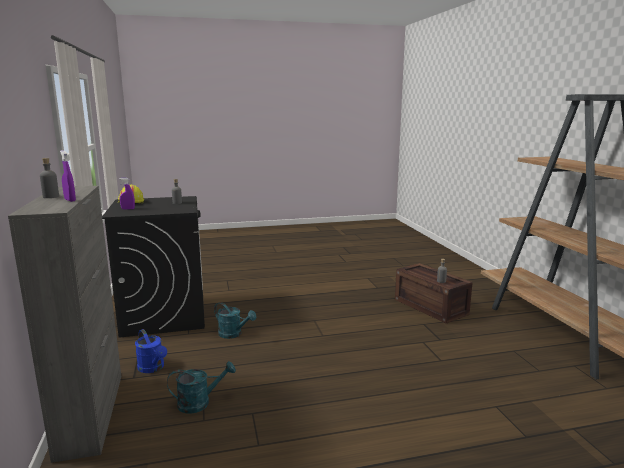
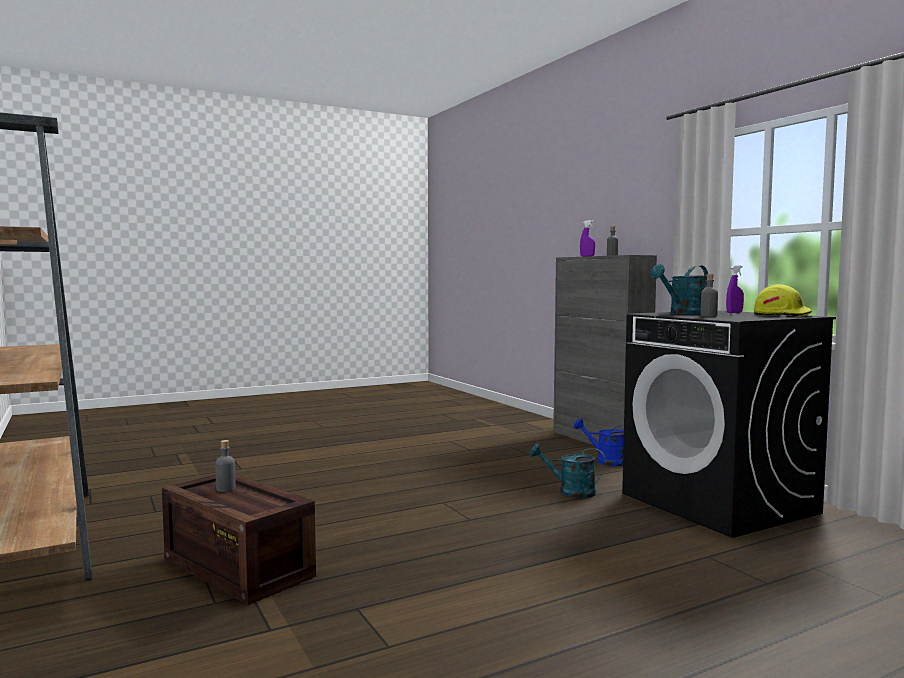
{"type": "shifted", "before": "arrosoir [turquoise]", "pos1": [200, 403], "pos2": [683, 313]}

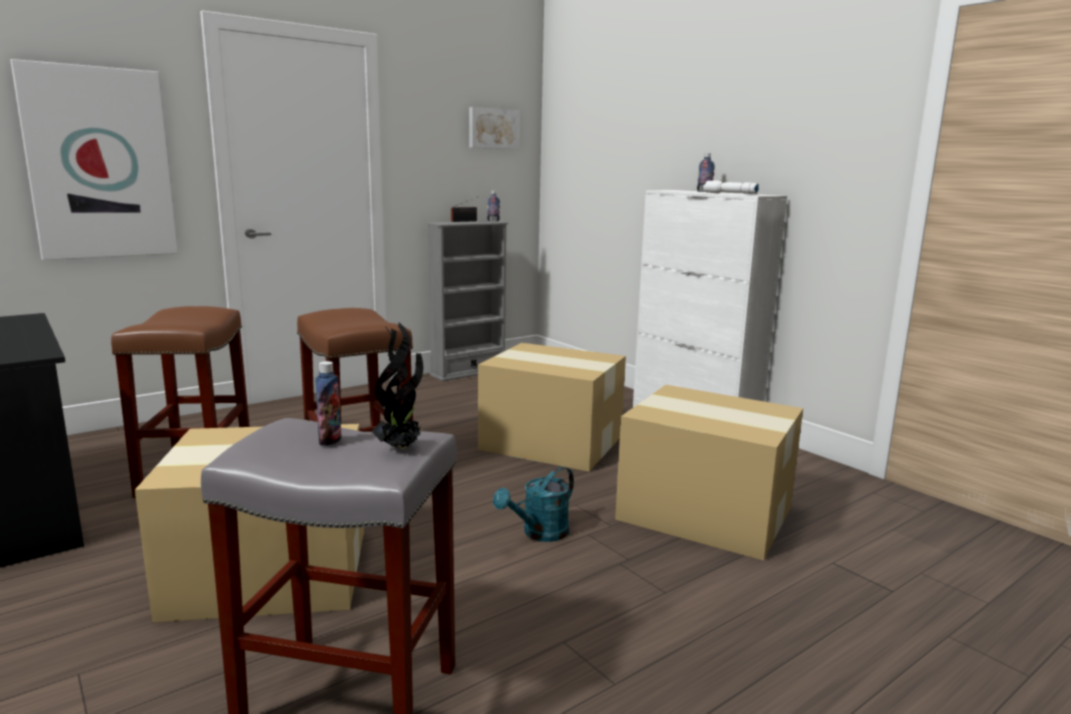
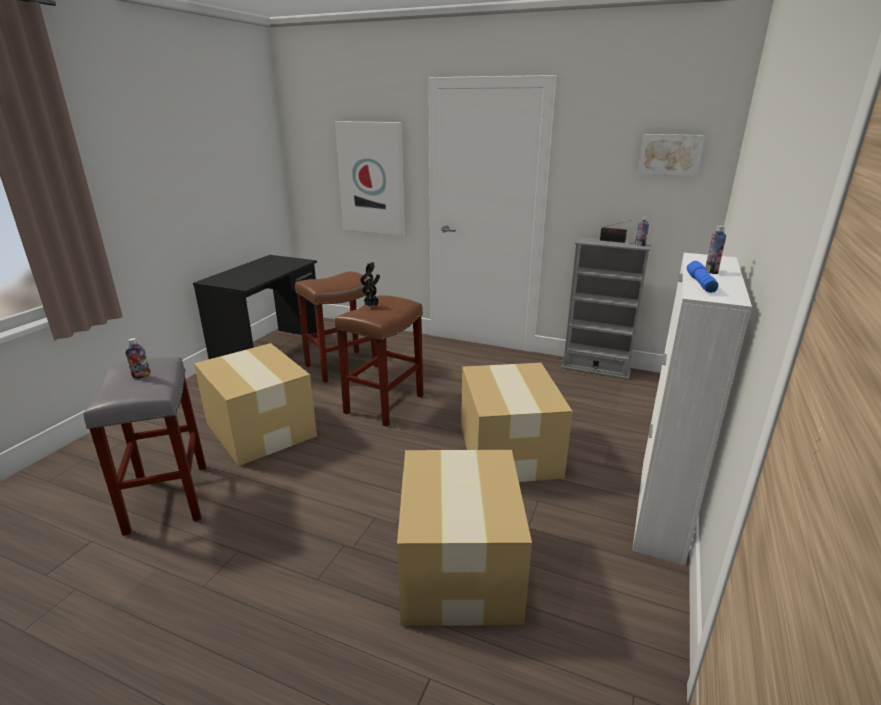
{"type": "shifted", "before": "plante en pot", "pos1": [401, 448], "pos2": [372, 306]}
{"type": "gone", "before": "arrosoir [turquoise]", "pos1": [539, 534]}
{"type": "repainted", "before": "lampe de poche [blanc]", "after": "lampe de poche [bleu]", "pos1": [729, 193], "pos2": [699, 283]}

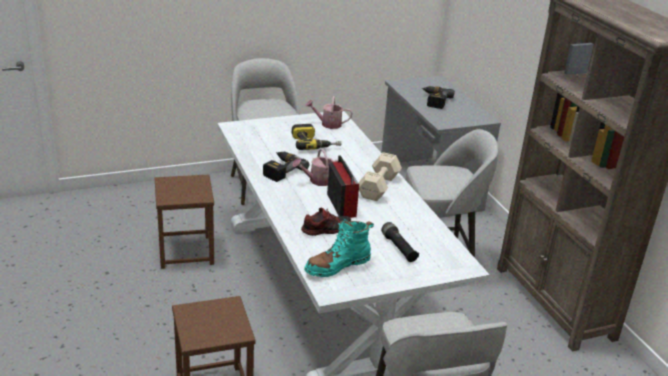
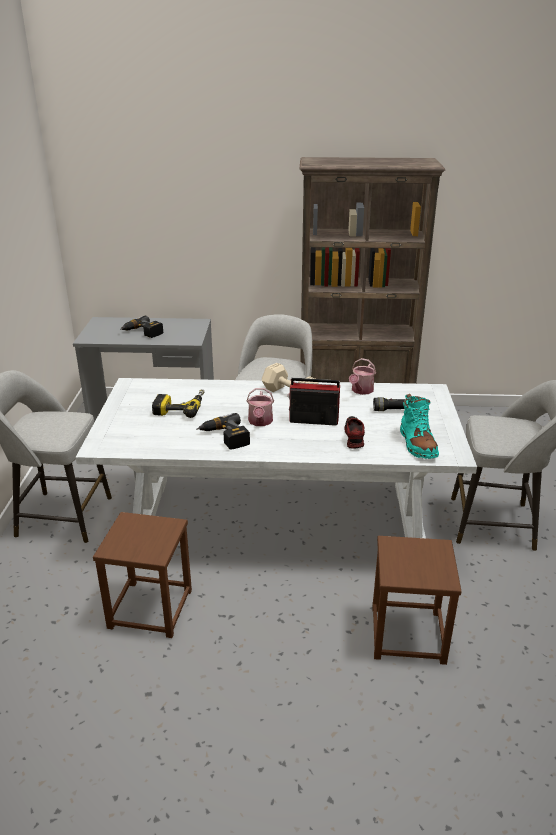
{"type": "shifted", "before": "arrosoir", "pos1": [328, 124], "pos2": [361, 391]}

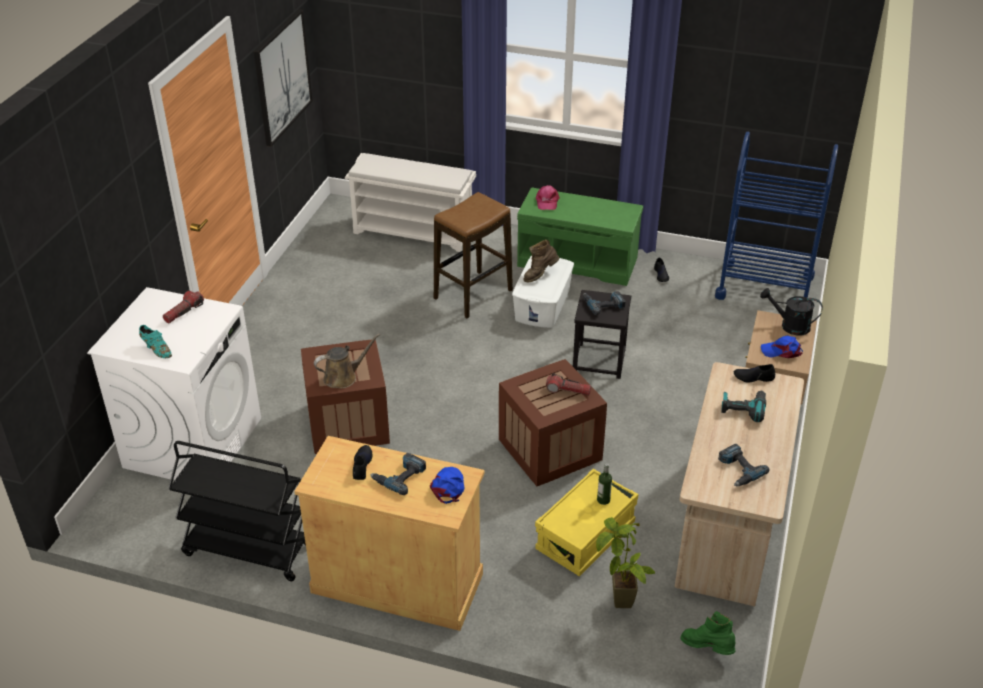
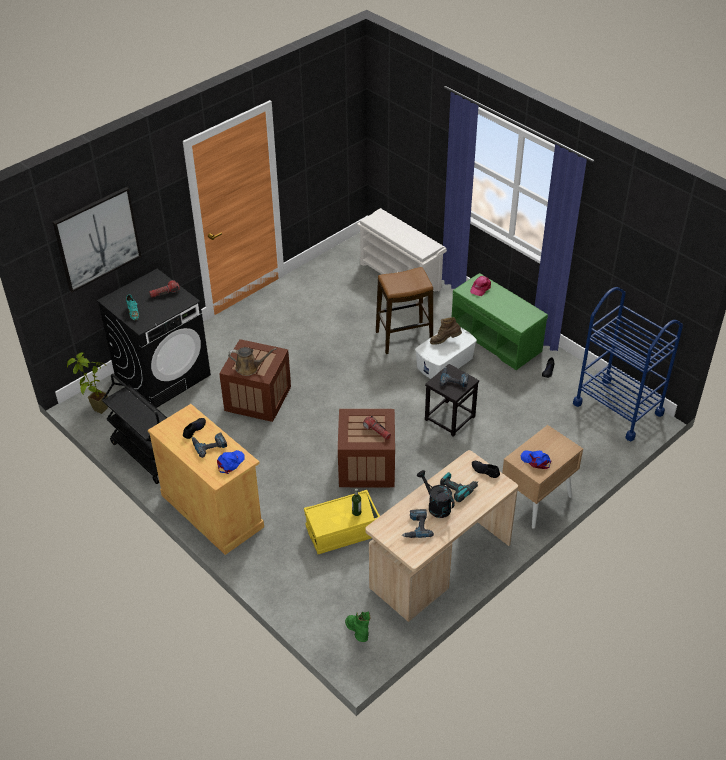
{"type": "repainted", "before": "lave-linge [blanc]", "after": "lave-linge [noir]", "pos1": [193, 442], "pos2": [163, 375]}
{"type": "shifted", "before": "tableau", "pos1": [282, 77], "pos2": [97, 239]}
{"type": "shifted", "before": "plante en pot", "pos1": [620, 608], "pos2": [96, 412]}
{"type": "shifted", "before": "arrosoir [noir]", "pos1": [789, 326], "pos2": [436, 506]}

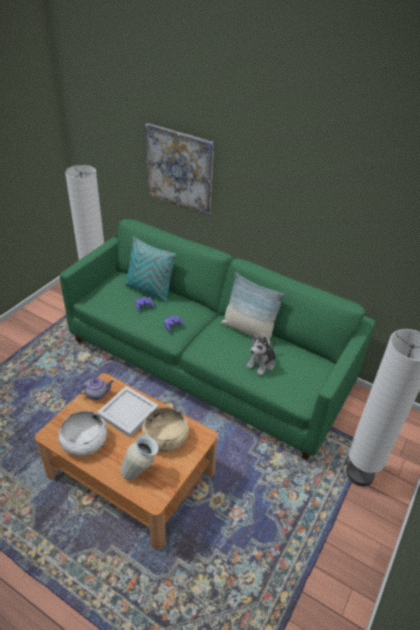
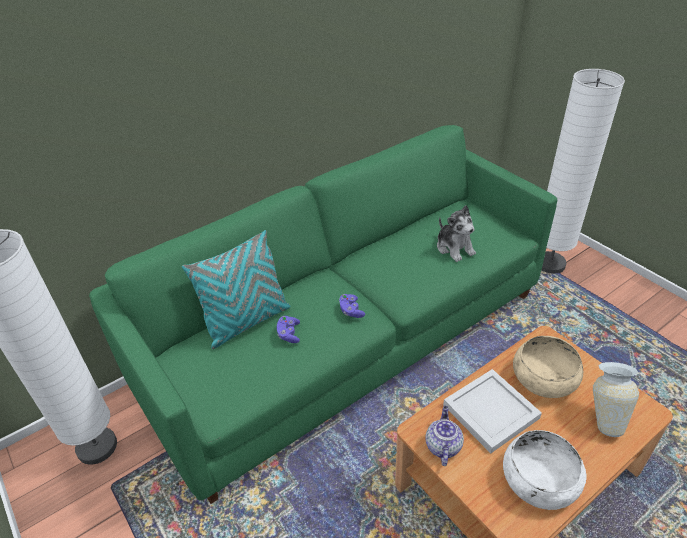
{"type": "gone", "before": "tableau", "pos1": [179, 169]}
{"type": "gone", "before": "coussin", "pos1": [248, 330]}

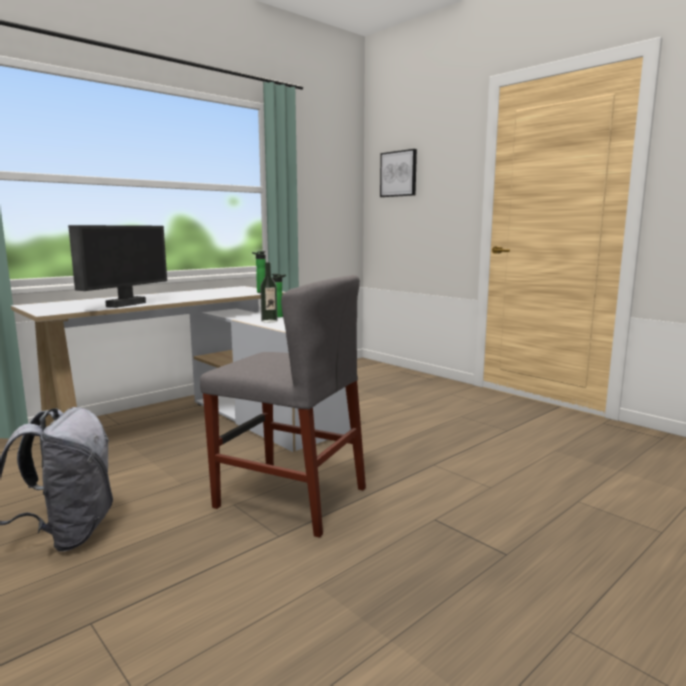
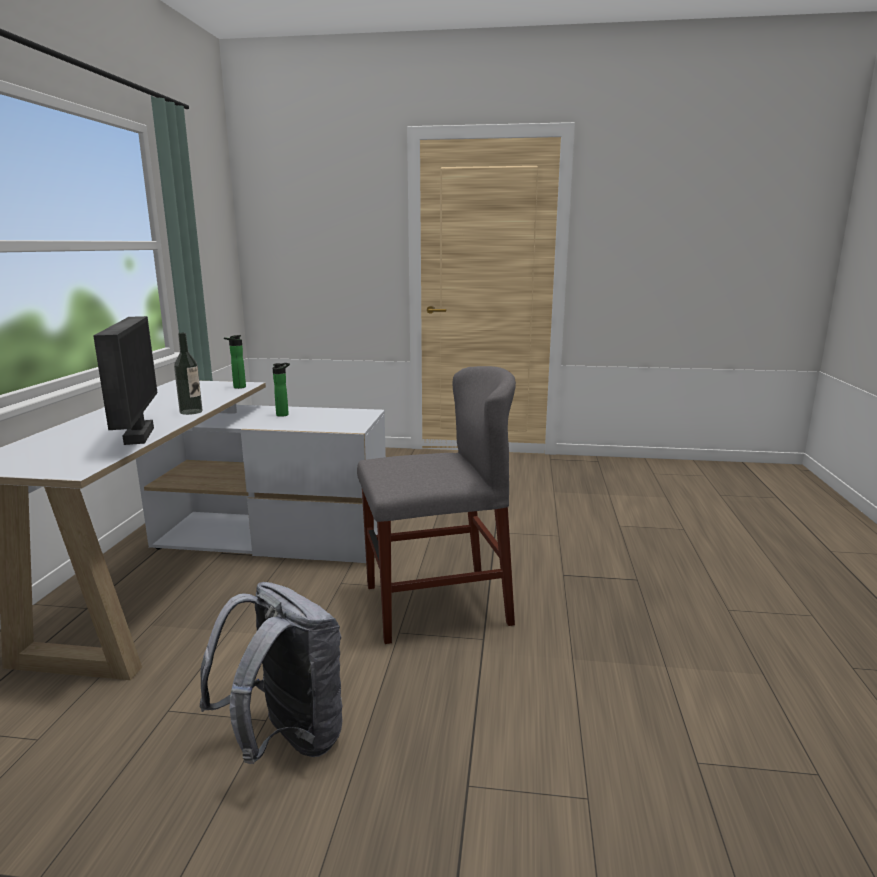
{"type": "shifted", "before": "bouteille", "pos1": [269, 321], "pos2": [191, 411]}
{"type": "gone", "before": "tableau", "pos1": [399, 174]}

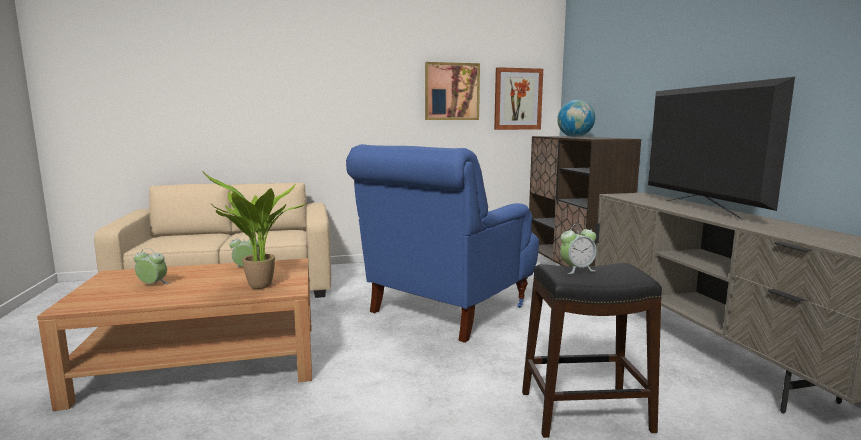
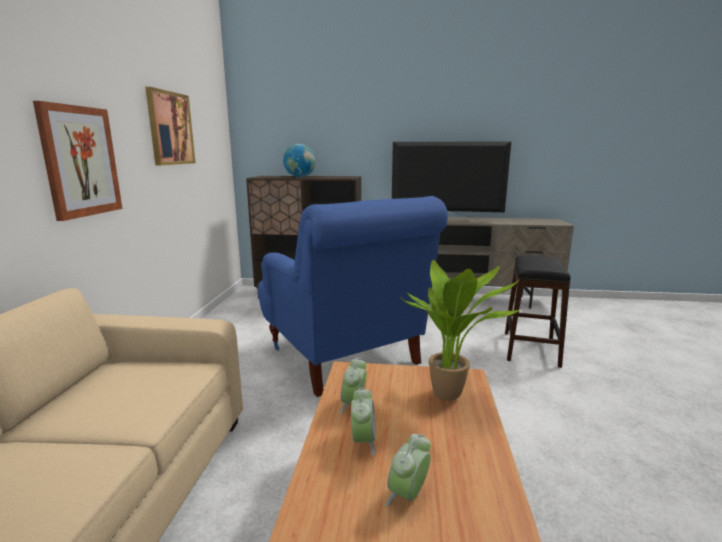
{"type": "shifted", "before": "tableau", "pos1": [518, 99], "pos2": [80, 161]}
{"type": "shifted", "before": "réveil", "pos1": [577, 270], "pos2": [363, 441]}

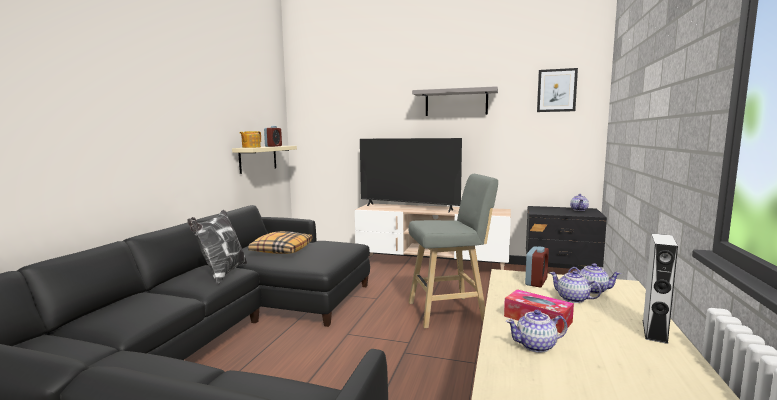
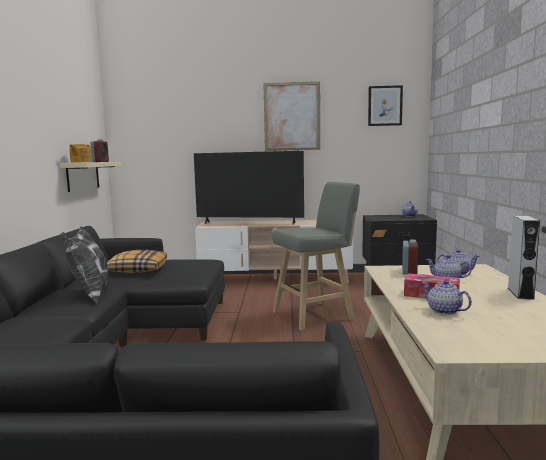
{"type": "swapped", "before": "étagère [gris]", "after": "tableau", "pos1": [456, 103], "pos2": [292, 116]}
{"type": "rotated", "before": "théière", "pos1": [536, 346], "pos2": [444, 311], "turn": 75}

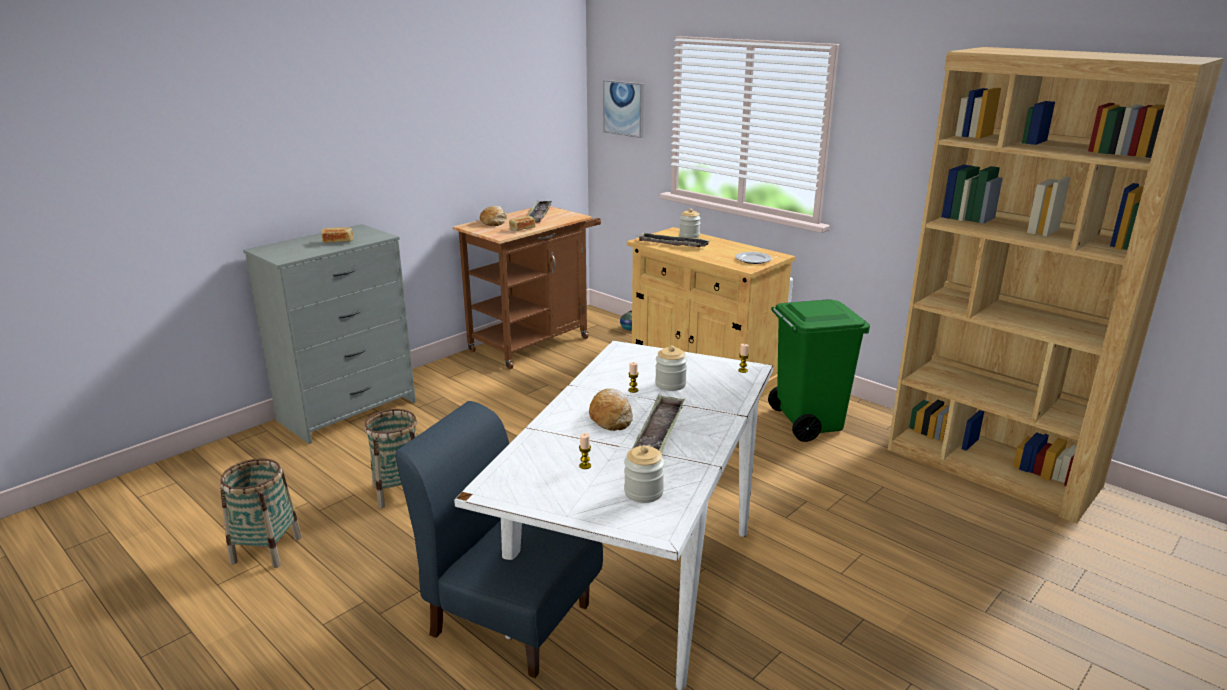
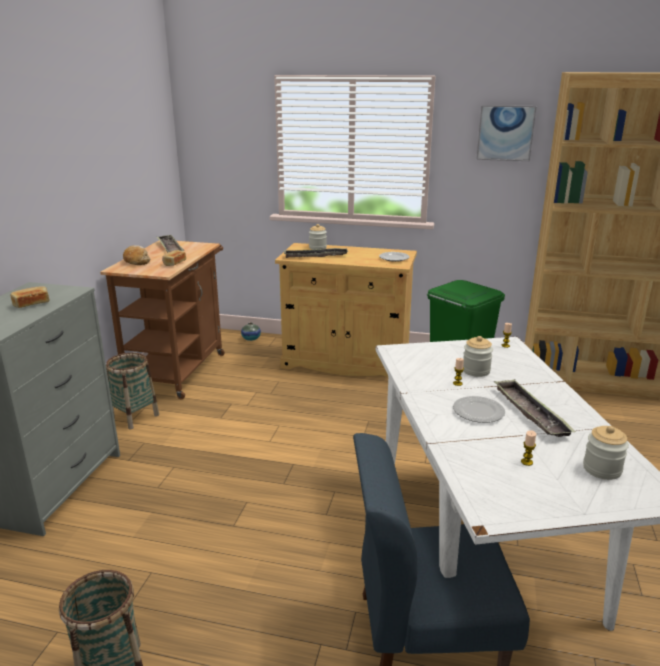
{"type": "shifted", "before": "panier", "pos1": [399, 491], "pos2": [134, 416]}
{"type": "swapped", "before": "pain", "after": "assiette", "pos1": [610, 417], "pos2": [478, 412]}
{"type": "shifted", "before": "tableau", "pos1": [624, 108], "pos2": [505, 133]}

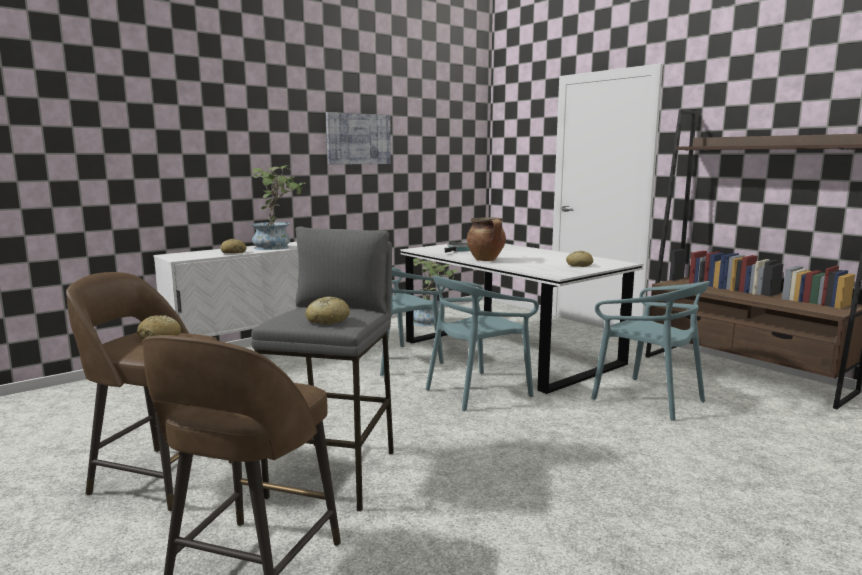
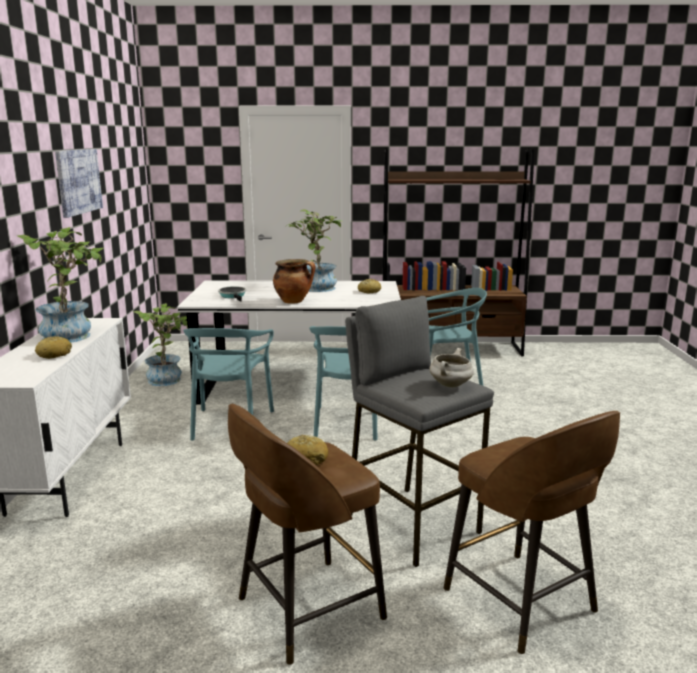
{"type": "swapped", "before": "pain", "after": "marmite [blanc]", "pos1": [327, 320], "pos2": [450, 385]}
{"type": "new", "after": "plante en pot", "pos2": [316, 287]}

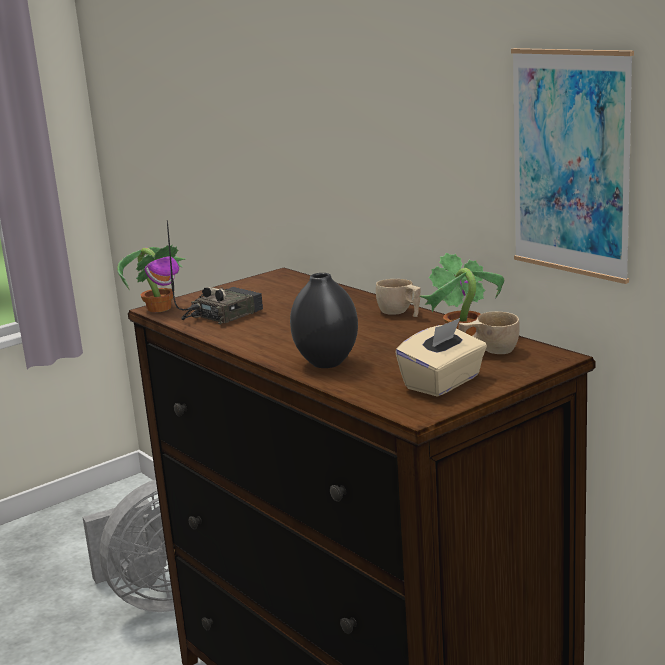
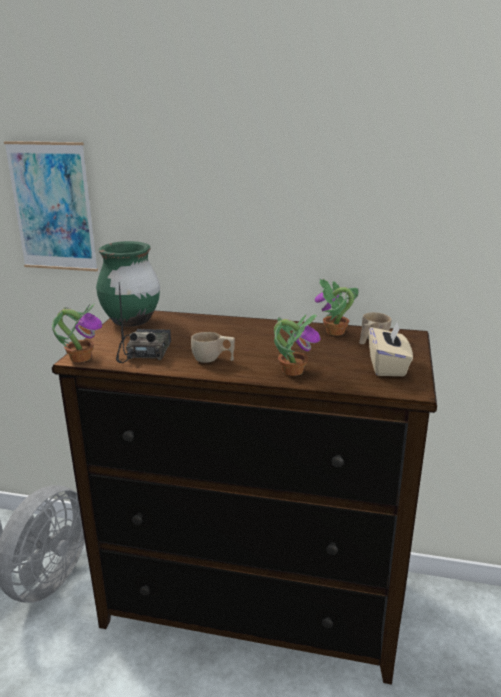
{"type": "swapped", "before": "vase [noir]", "after": "plante en pot", "pos1": [327, 363], "pos2": [292, 370]}
{"type": "shifted", "before": "tasse [beige]", "pos1": [400, 313], "pos2": [213, 360]}
{"type": "shifted", "before": "tableau", "pos1": [570, 163], "pos2": [53, 207]}
{"type": "new", "after": "vase [vert]", "pos2": [131, 321]}

